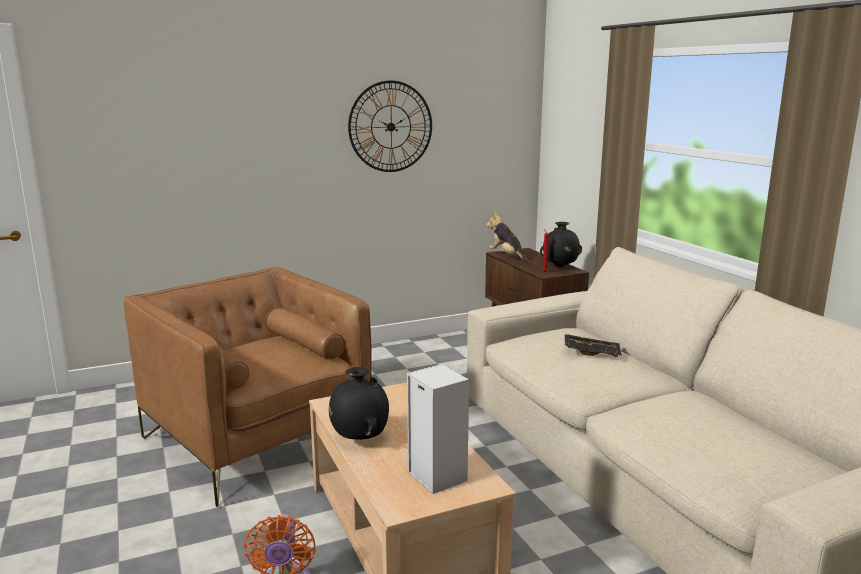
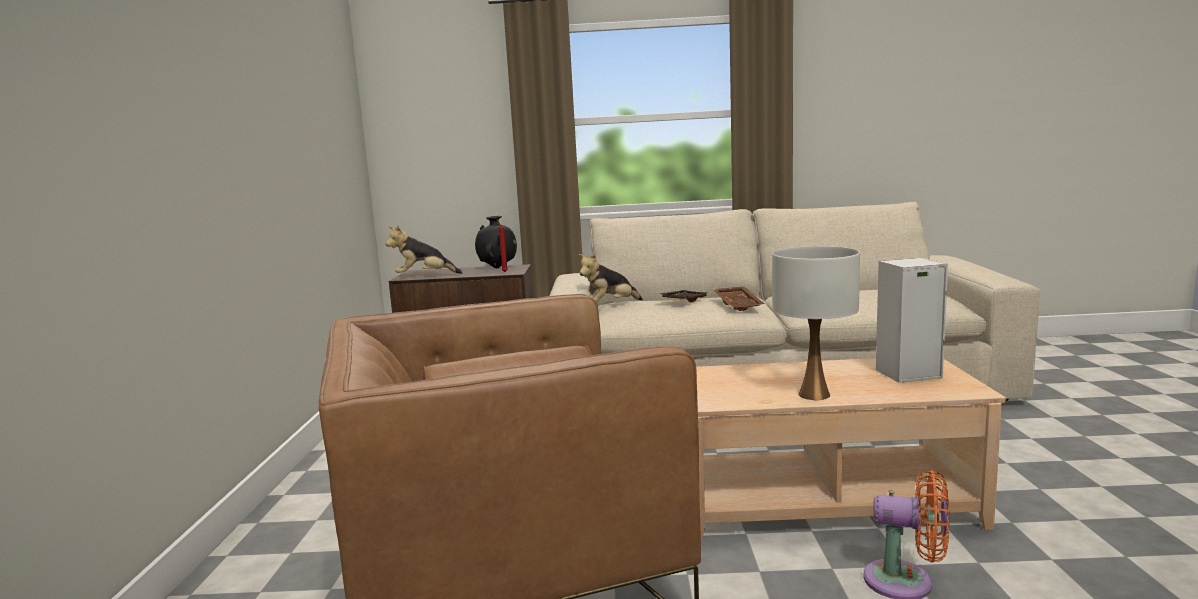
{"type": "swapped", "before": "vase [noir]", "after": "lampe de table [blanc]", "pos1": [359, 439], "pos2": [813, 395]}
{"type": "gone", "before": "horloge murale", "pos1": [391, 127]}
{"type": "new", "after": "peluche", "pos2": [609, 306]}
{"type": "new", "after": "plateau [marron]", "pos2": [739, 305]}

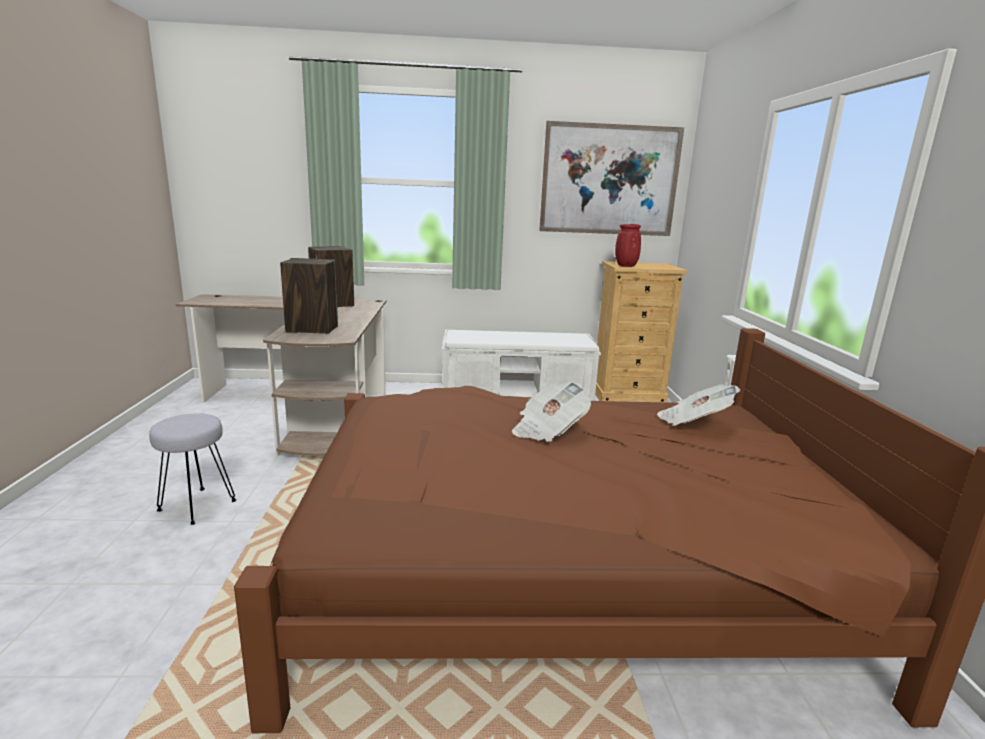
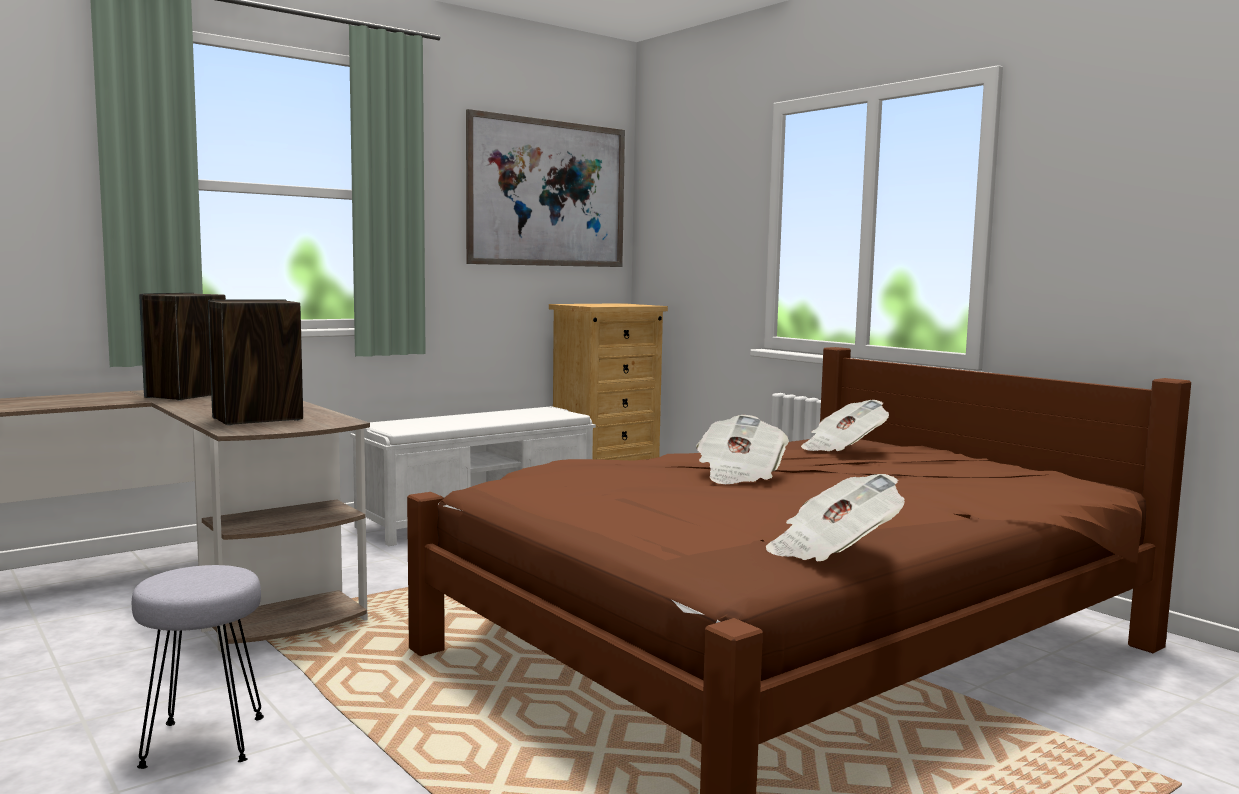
{"type": "gone", "before": "vase [rouge]", "pos1": [625, 266]}
{"type": "new", "after": "journal", "pos2": [831, 551]}

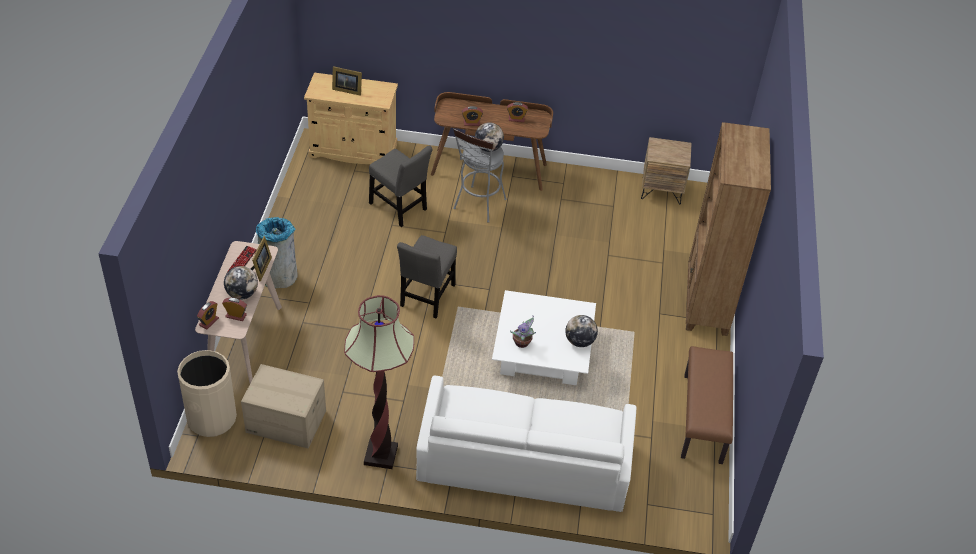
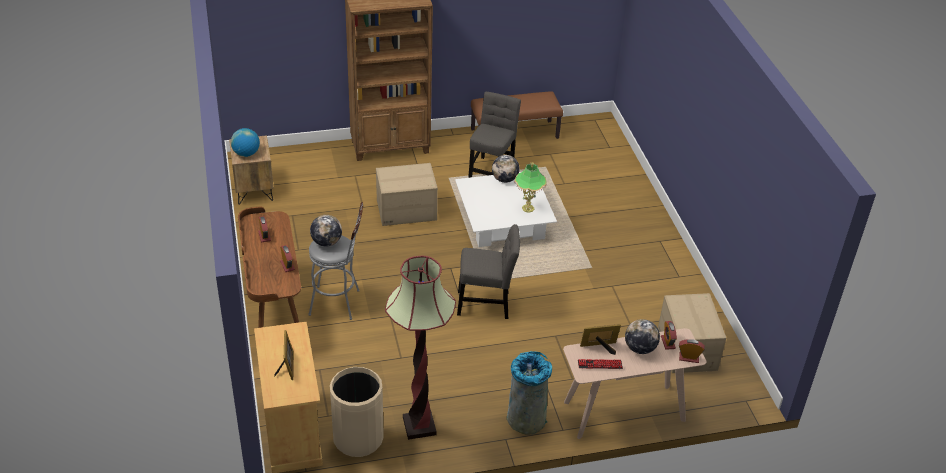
{"type": "shifted", "before": "poubelle [beige]", "pos1": [212, 418], "pos2": [358, 438]}
{"type": "shifted", "before": "lampadaire", "pos1": [380, 455], "pos2": [419, 426]}
{"type": "shifted", "before": "chaise [gris]", "pos1": [399, 208], "pos2": [491, 171]}
{"type": "gone", "before": "canapé [blanc]", "pos1": [523, 462]}
{"type": "swapped", "before": "plante en pot", "after": "lampe de table", "pos1": [522, 343], "pos2": [528, 208]}
{"type": "new", "after": "globe", "pos2": [246, 154]}
{"type": "new", "after": "carton", "pos2": [406, 210]}

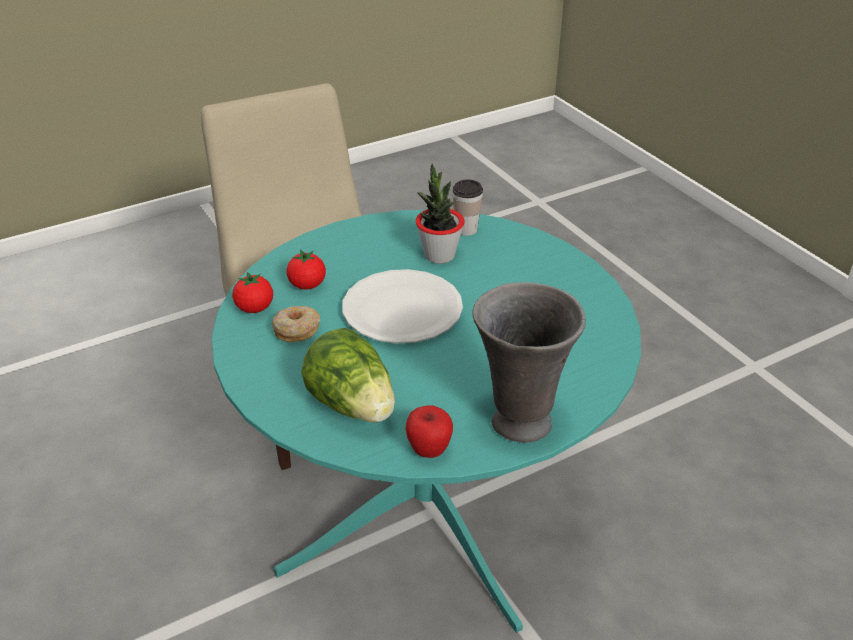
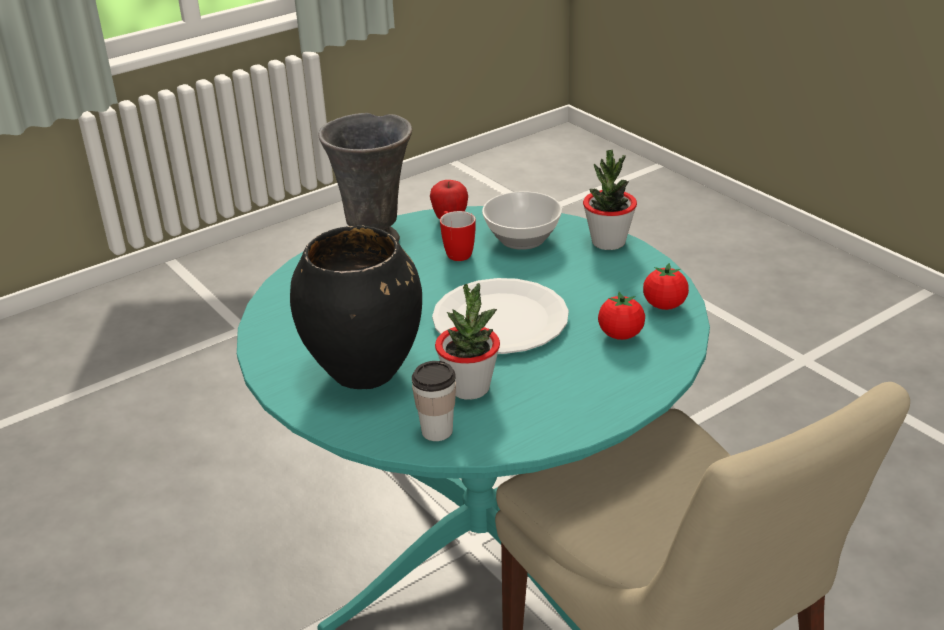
{"type": "gone", "before": "beignet", "pos1": [296, 329]}
{"type": "swapped", "before": "laitue", "after": "bol", "pos1": [353, 405], "pos2": [522, 240]}
{"type": "new", "after": "vase [noir]", "pos2": [366, 372]}
{"type": "new", "after": "mug", "pos2": [456, 252]}
{"type": "new", "after": "plante en pot", "pos2": [608, 242]}

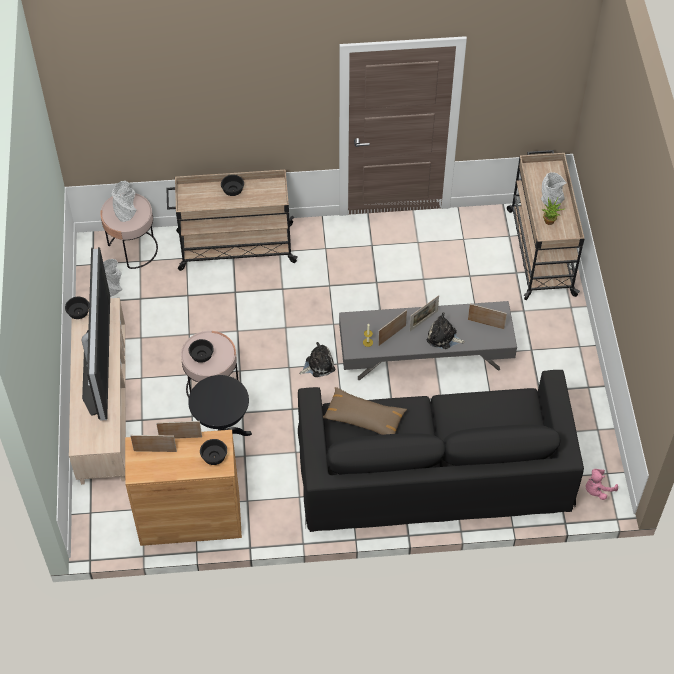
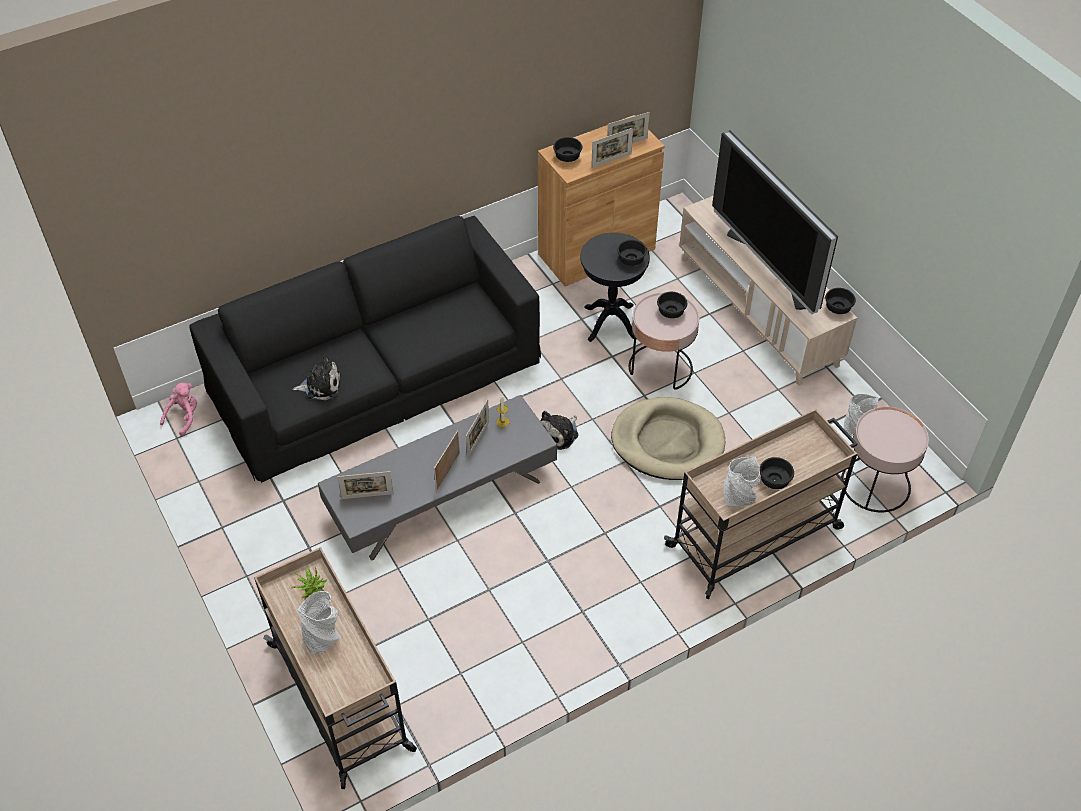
{"type": "shifted", "before": "vase [gris]", "pos1": [125, 212], "pos2": [739, 497]}
{"type": "gone", "before": "coussin [marron]", "pos1": [364, 418]}
{"type": "shifted", "before": "peluche", "pos1": [443, 337], "pos2": [321, 385]}
{"type": "new", "after": "panier pour chien [beige]", "pos2": [667, 442]}
{"type": "new", "after": "bol [noir]", "pos2": [630, 260]}

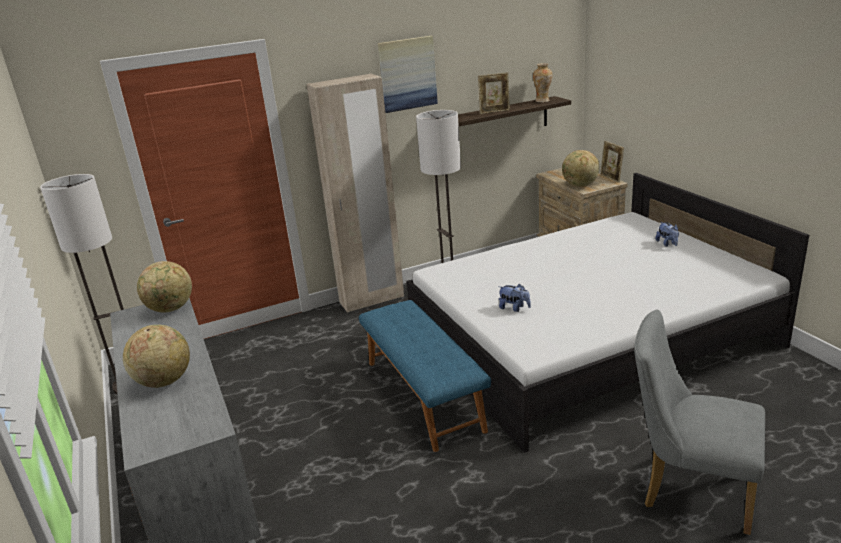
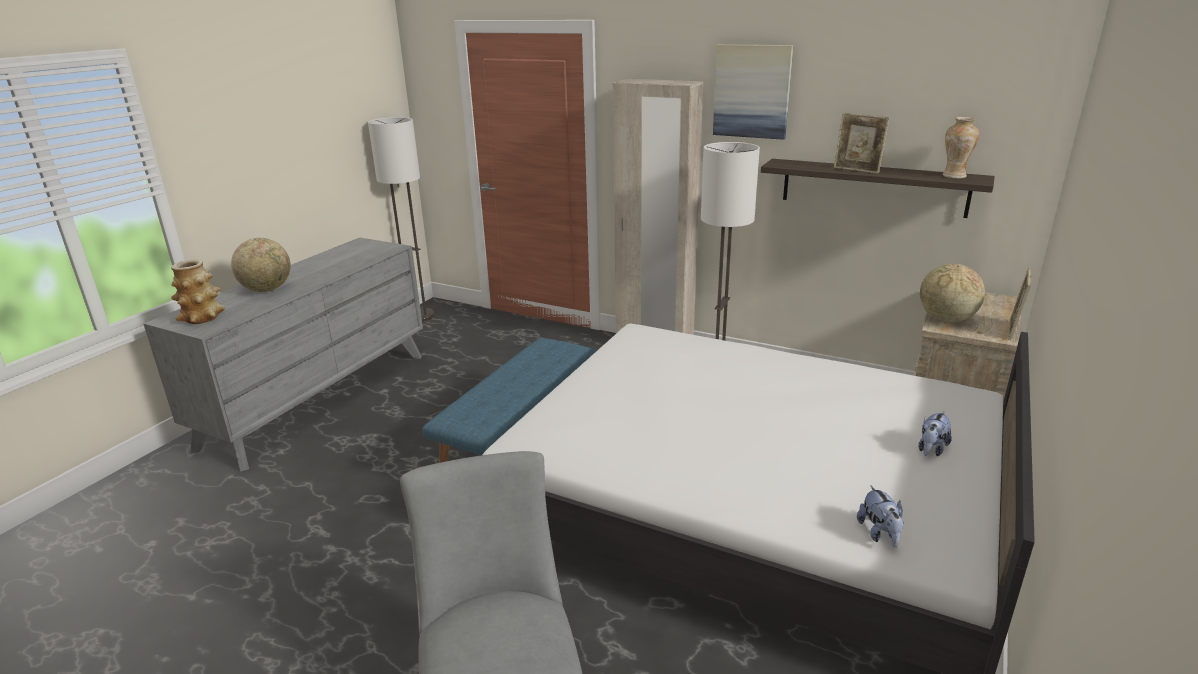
{"type": "gone", "before": "globe", "pos1": [171, 309]}
{"type": "shifted", "before": "peluche", "pos1": [514, 308], "pos2": [879, 534]}
{"type": "new", "after": "vase", "pos2": [203, 318]}

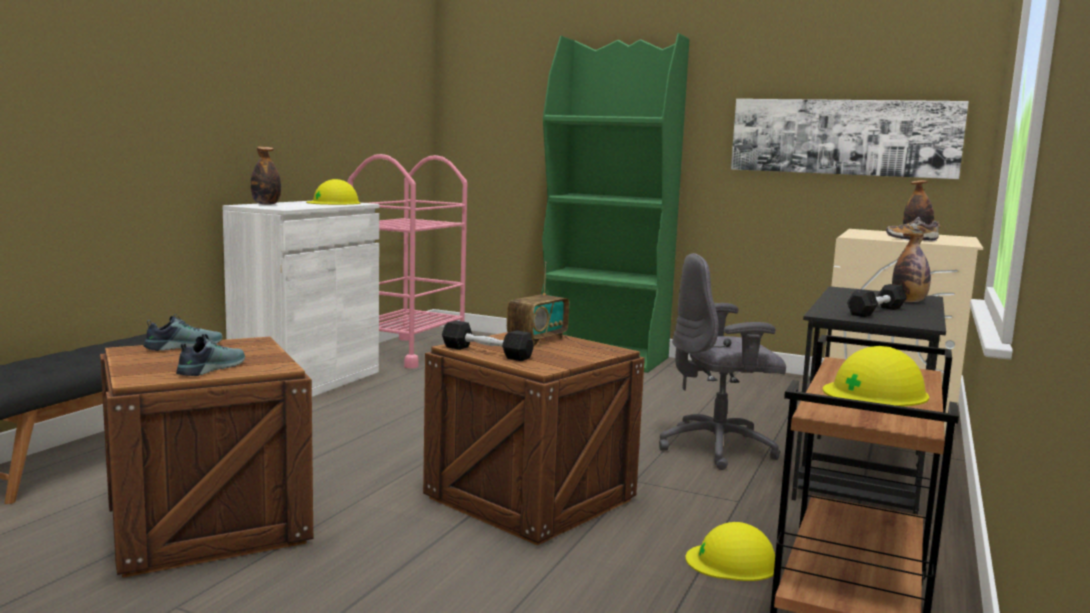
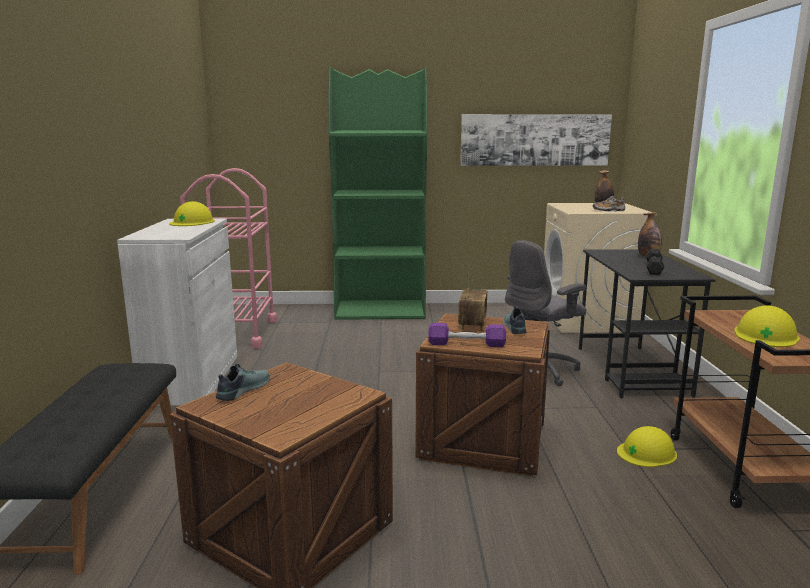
{"type": "shifted", "before": "chaussure", "pos1": [209, 368], "pos2": [513, 327]}
{"type": "gone", "before": "bouteille", "pos1": [266, 204]}
{"type": "repainted", "before": "haltère [noir]", "after": "haltère [violet]", "pos1": [486, 352], "pos2": [466, 344]}

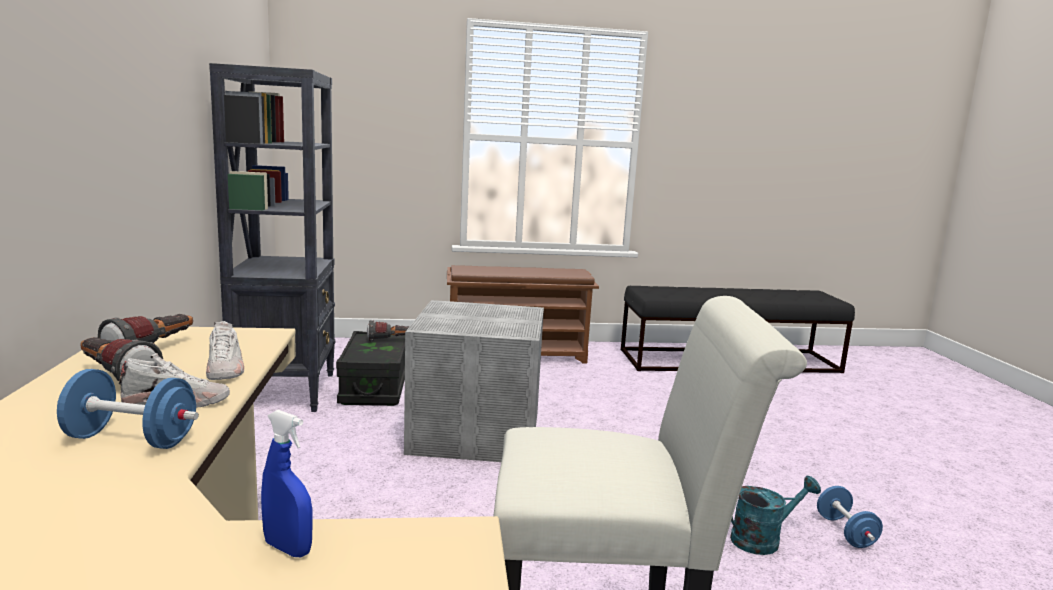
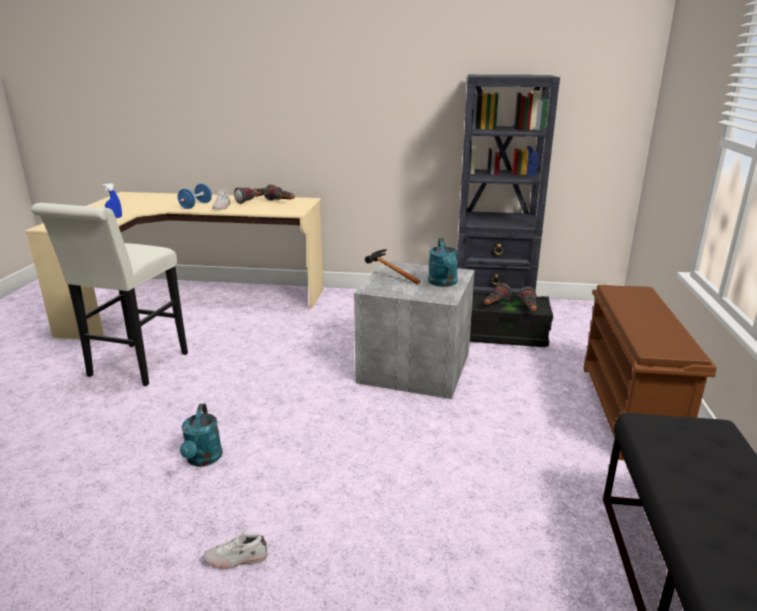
{"type": "shifted", "before": "chaussure [blanc]", "pos1": [225, 369], "pos2": [236, 559]}
{"type": "gone", "before": "haltère [bleu]", "pos1": [845, 532]}
{"type": "new", "after": "marteau", "pos2": [388, 275]}
{"type": "new", "after": "arrosoir [turquoise]", "pos2": [443, 283]}
{"type": "new", "after": "lampe de poche", "pos2": [494, 305]}

